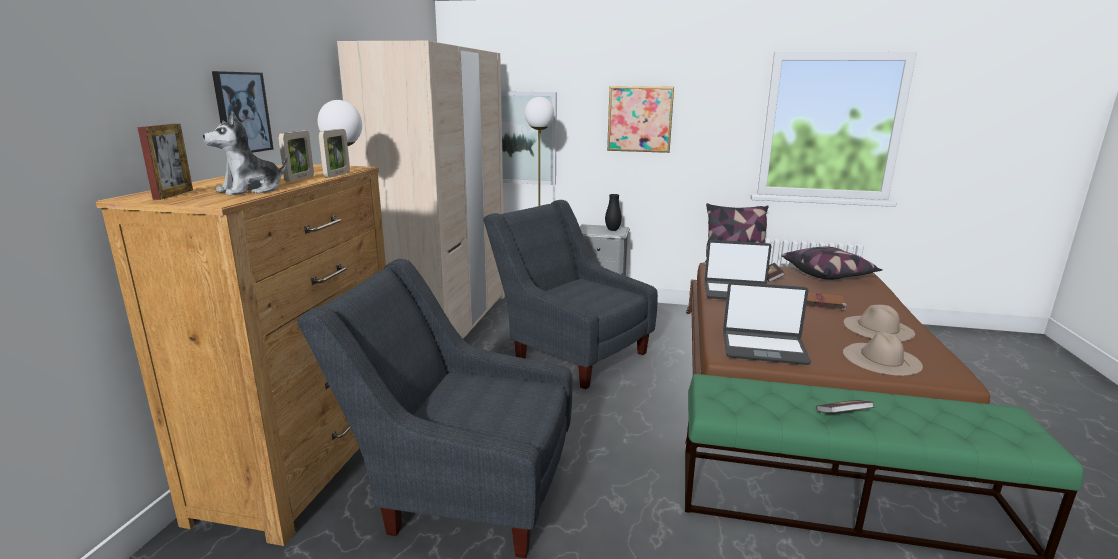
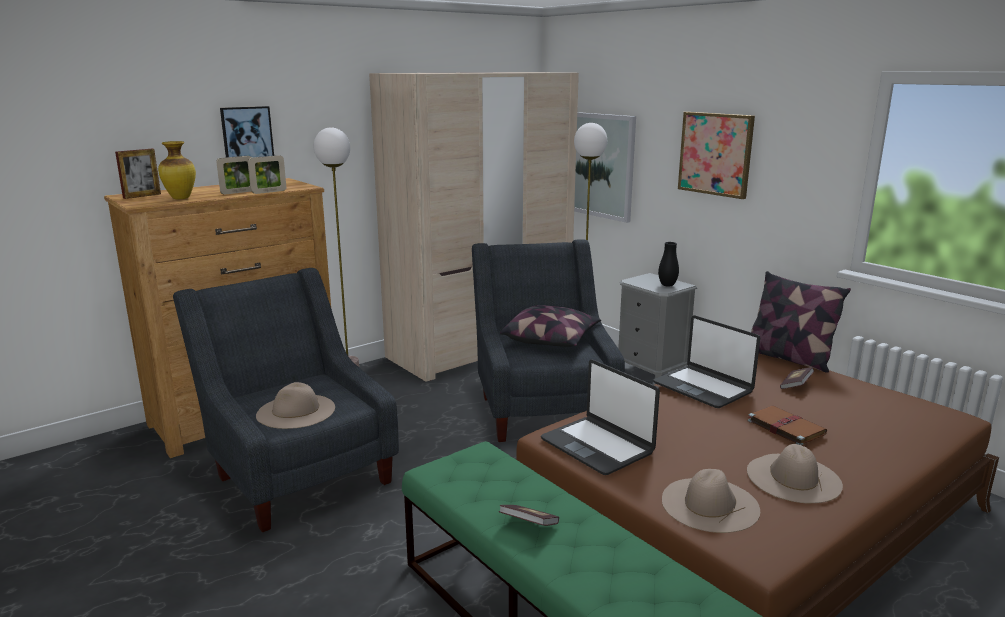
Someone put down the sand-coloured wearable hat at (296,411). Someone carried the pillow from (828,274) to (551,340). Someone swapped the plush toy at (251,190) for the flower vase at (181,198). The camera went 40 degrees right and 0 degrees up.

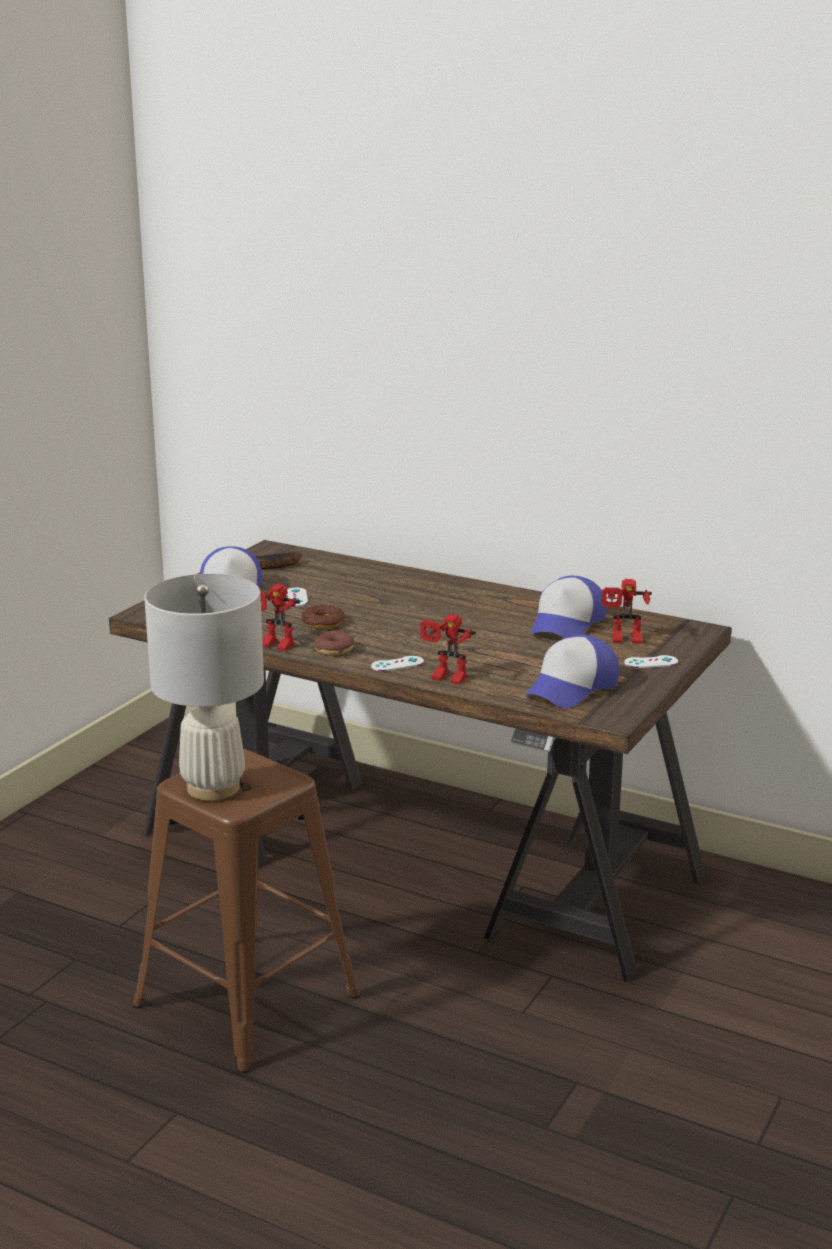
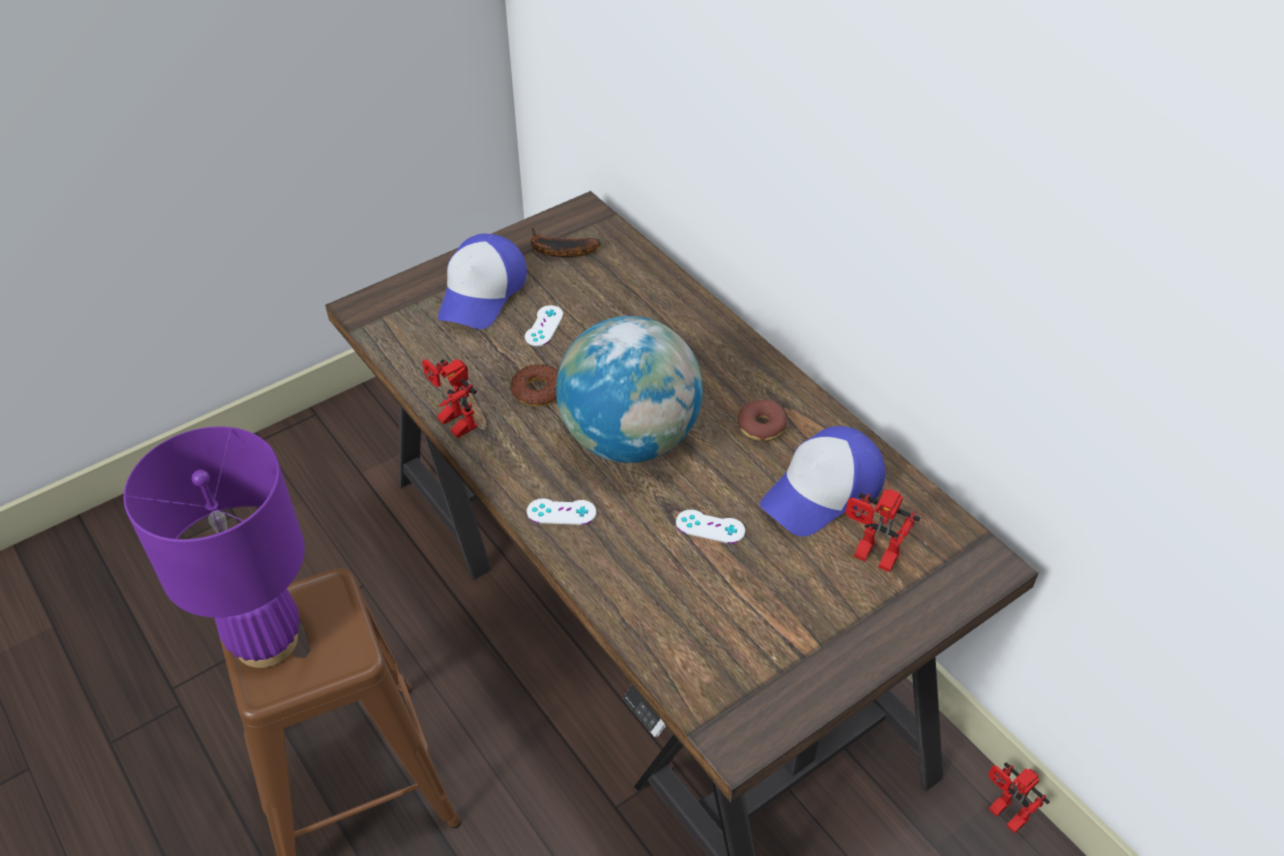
Someone took away the baseball cap at (572,688). Someone put down the world globe at (630,439). Someone carried the doughnut from (334,650) to (761,426). Someone carried the model robot from (445,679) to (1003,815). Someone carried the white-coloured gamepad from (651,662) to (710,527). Someone repainted the white-coloured table lamp at (212,788), which became the purple table lamp at (266,641). The camera went 25 degrees right and 25 degrees up.

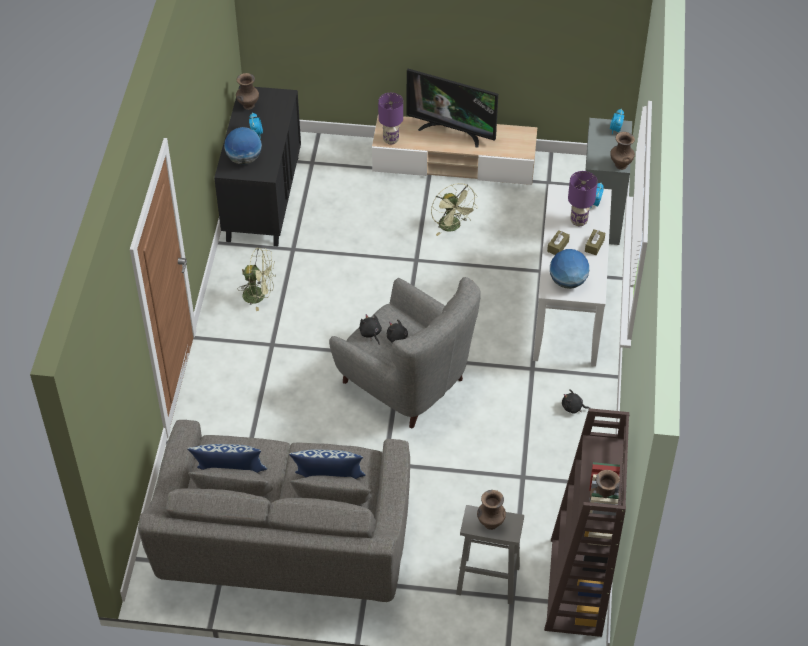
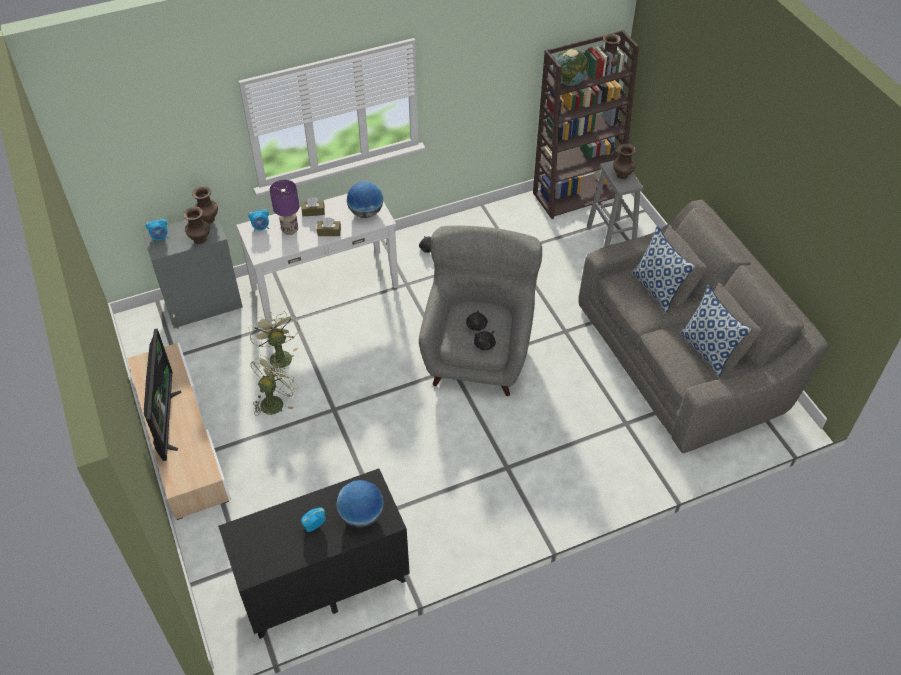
Someone took away the purple table lamp at (391,140). Someone put down the world globe at (569,82). Someone carried the brown flower vase from (248,106) to (200,240). Someone carried the green-coloured electric fan from (259,295) to (278,356). The camera went 120 degrees left and 0 degrees up.

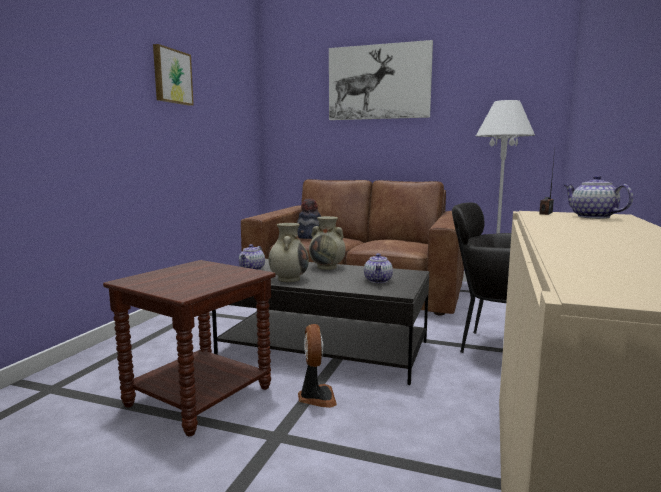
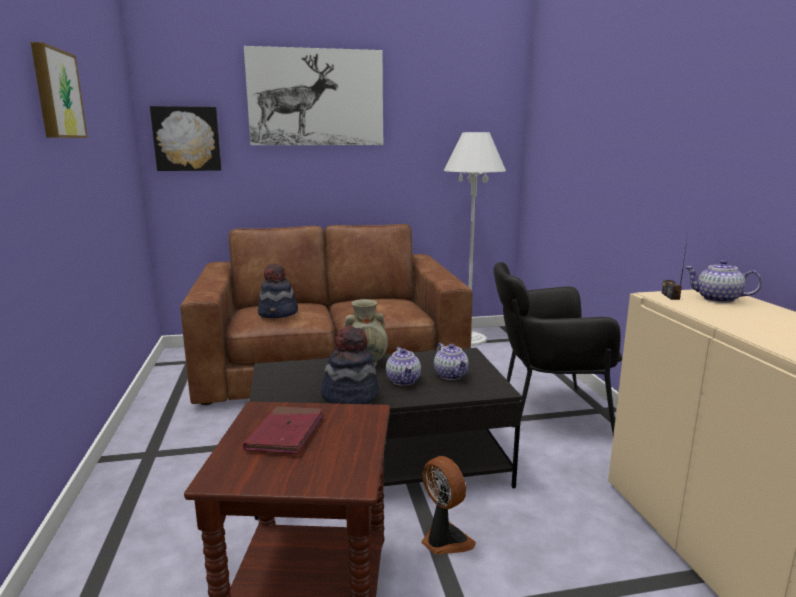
Someone put up the picture at (187,139). Someone put down the reddish bound book at (286,433). Someone carried the teapot from (252,269) to (404,381). Someone swapped the sand-coloured flower vase at (289,279) for the wearable hat at (350,396). The camera went 30 degrees left and 5 degrees up.

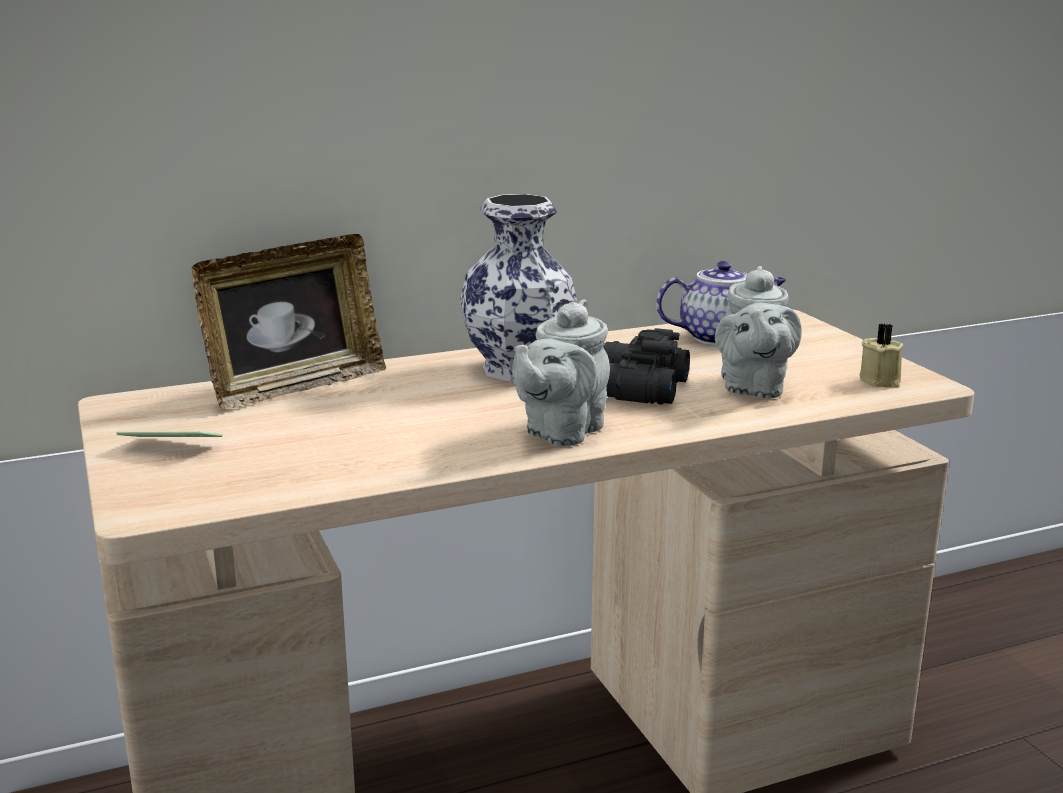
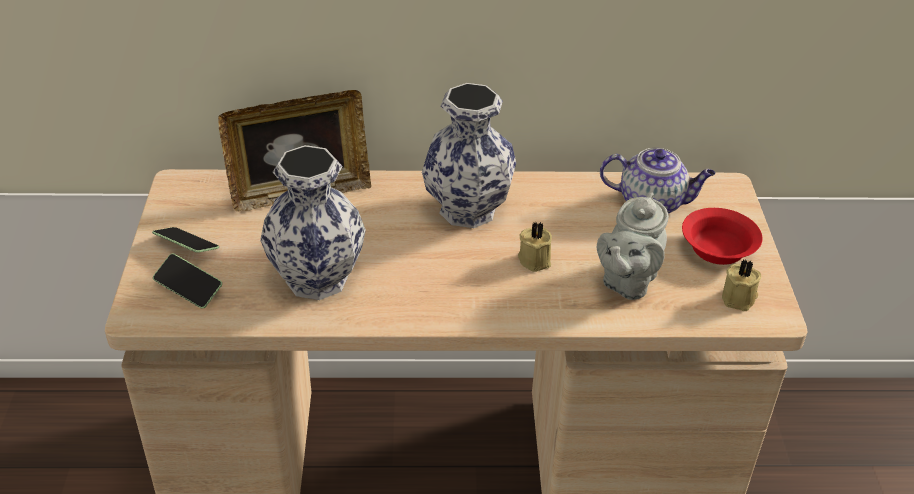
Someone took away the gray teapot at (560,432). Someone put down the telephone at (188,288). Someone put down the flower vase at (315,279). Someone put down the reddish serving bowl at (719,250). Someone swapped the black-coloured binoculars at (633,389) for the sand-coloured candle at (535,259). The camera went 20 degrees right and 20 degrees up.

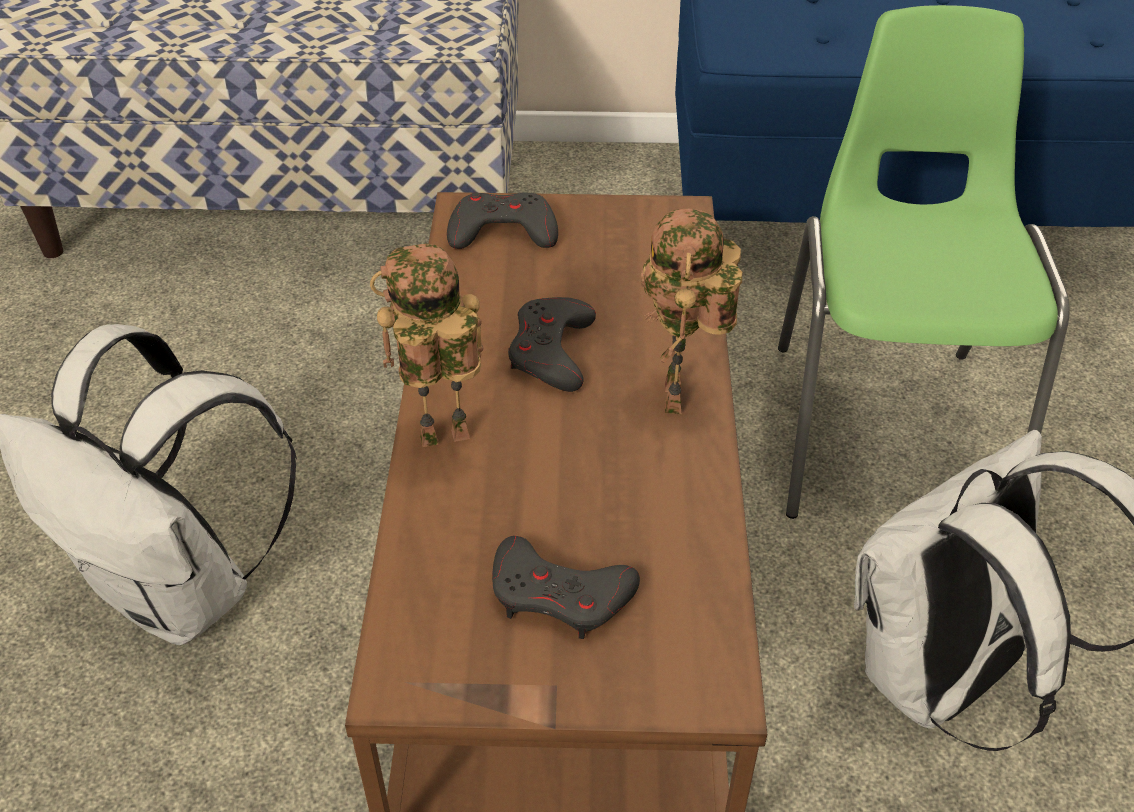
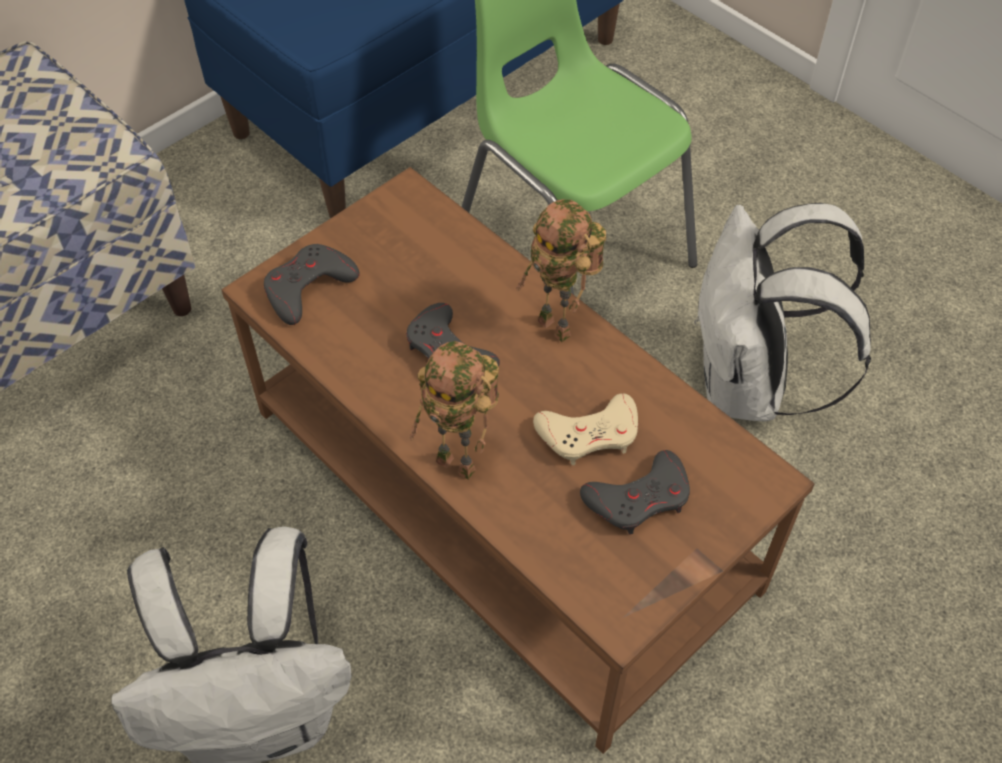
Someone put down the sand-coloured gamepad at (589,434). Someone rotated the model robot at (442,442) by 90 degrees counterclockwise. The camera went 45 degrees left and 10 degrees up.

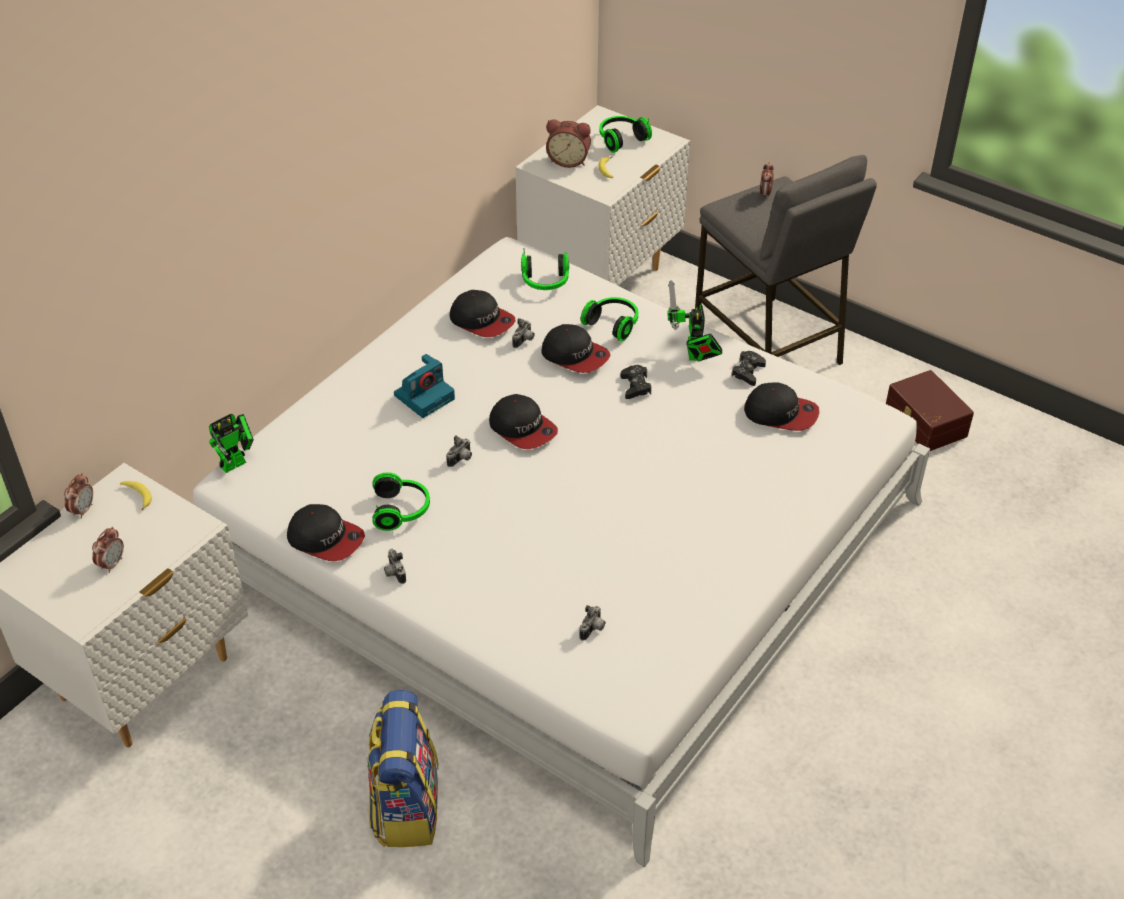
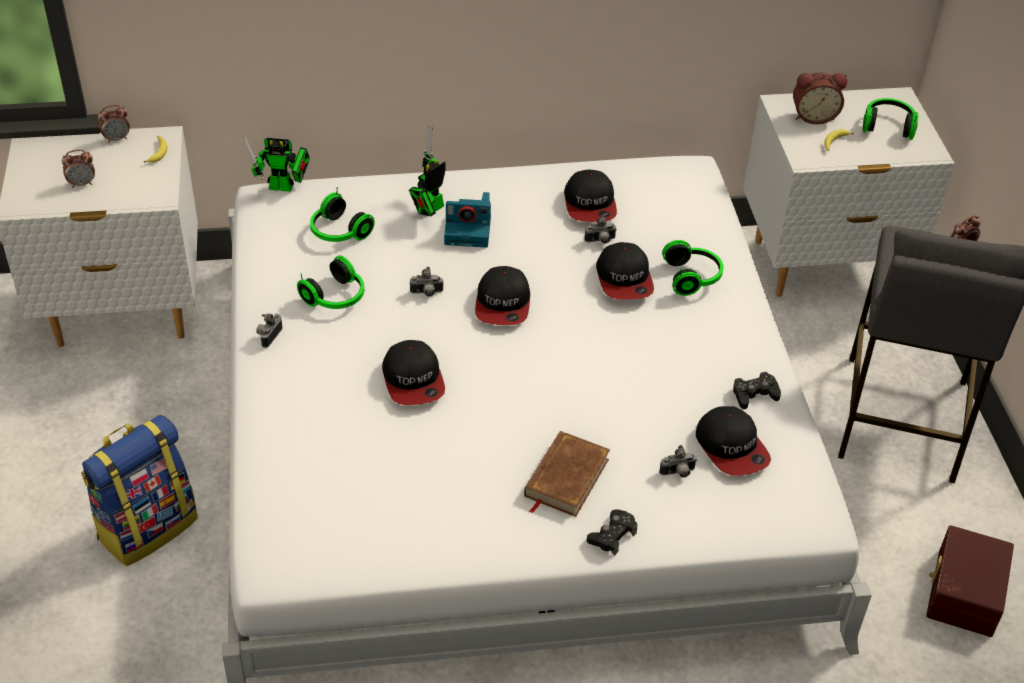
Someone put down the brown bound book at (566,478). Someone carried the baseball cap from (326,539) to (413,380). Someone carried the pair of headphones from (545,283) to (338,233). Someone carried the photo camera from (593,630) to (678,473). Someone carried the black-coloured gamepad from (635,386) to (612,536). Someone carried the model robot from (694,356) to (429,210). Someone rotated the alarm clock at (568,160) by 60 degrees counterclockwise. The camera went 45 degrees right and 0 degrees up.

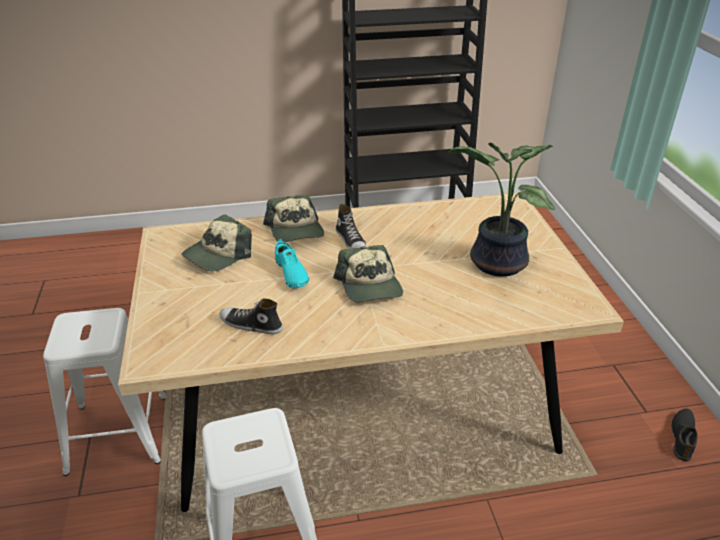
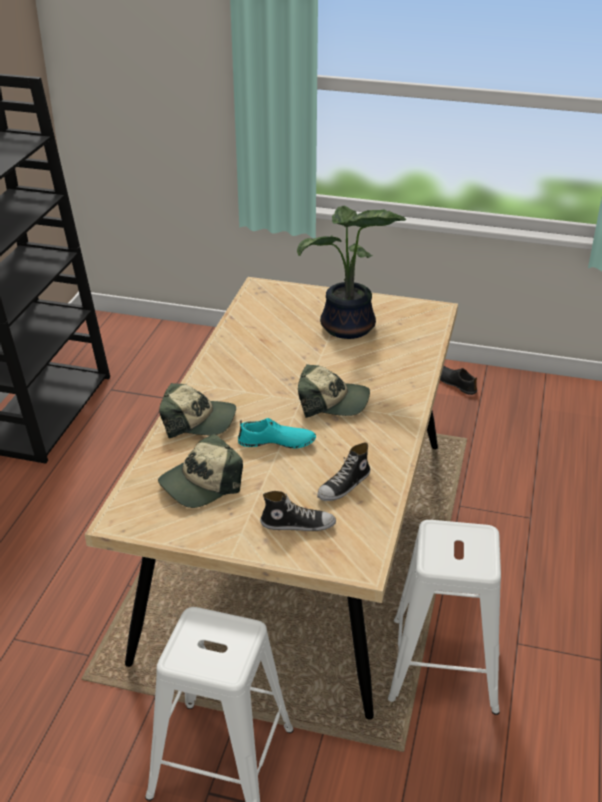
Someone carried the item of footwear from (351,241) to (298,524). Someone rotated the baseball cap at (218,254) by 75 degrees clockwise. The camera went 65 degrees left and 0 degrees up.

